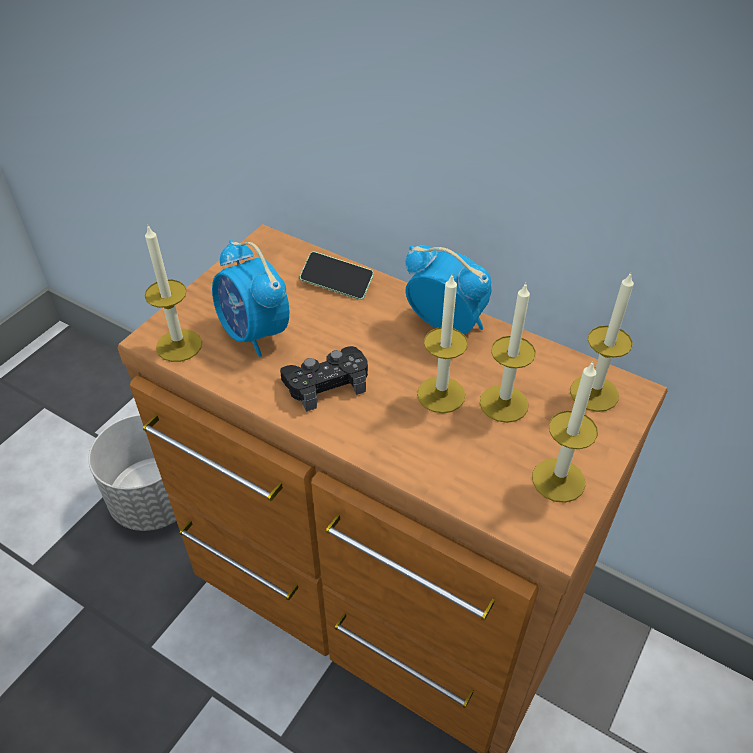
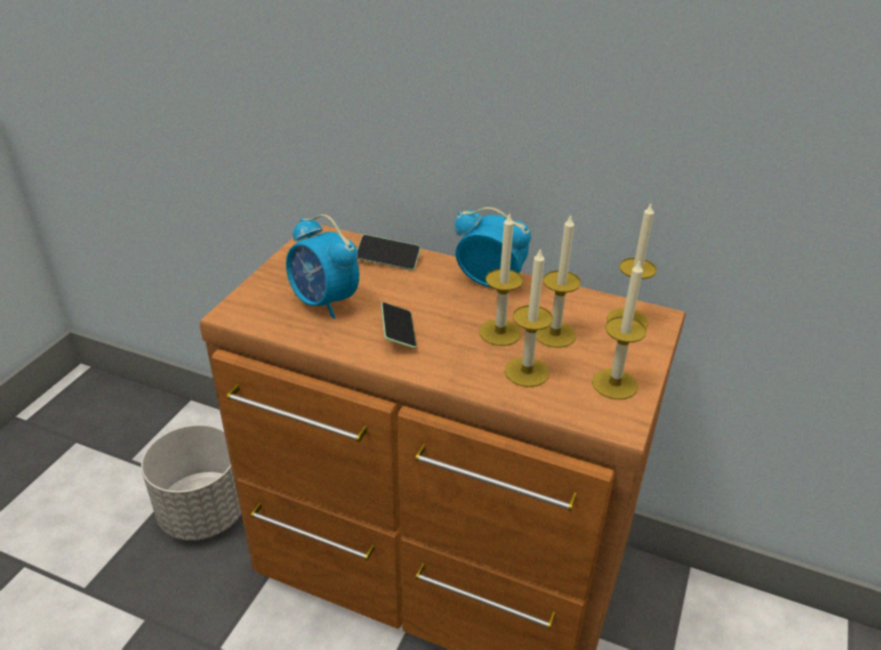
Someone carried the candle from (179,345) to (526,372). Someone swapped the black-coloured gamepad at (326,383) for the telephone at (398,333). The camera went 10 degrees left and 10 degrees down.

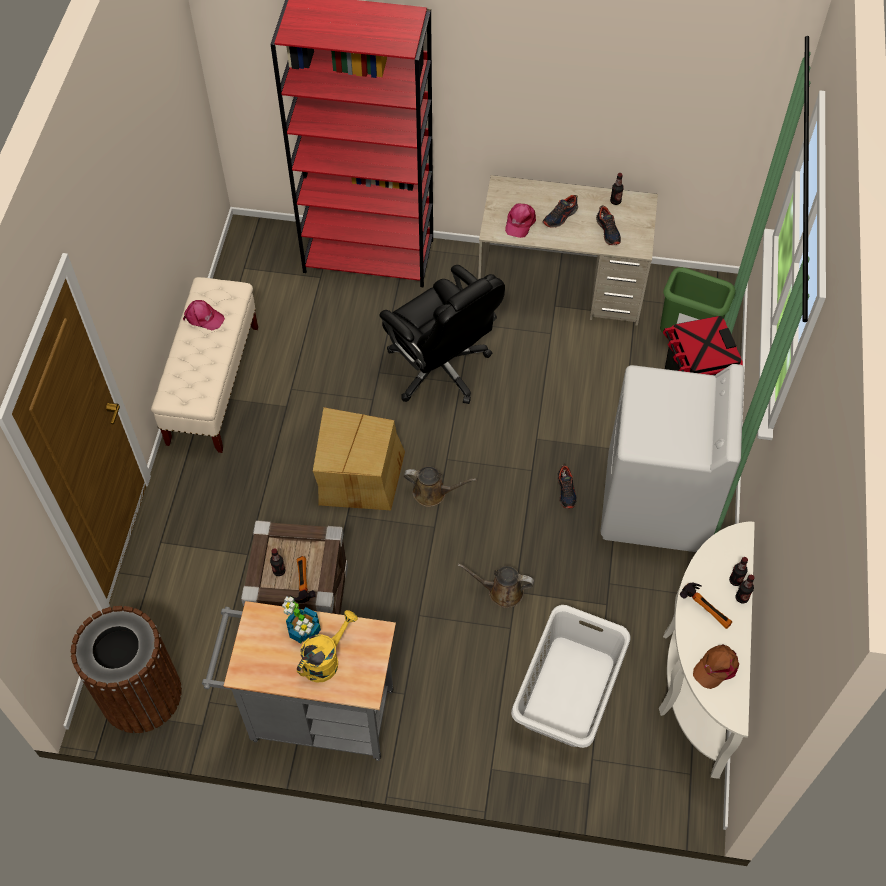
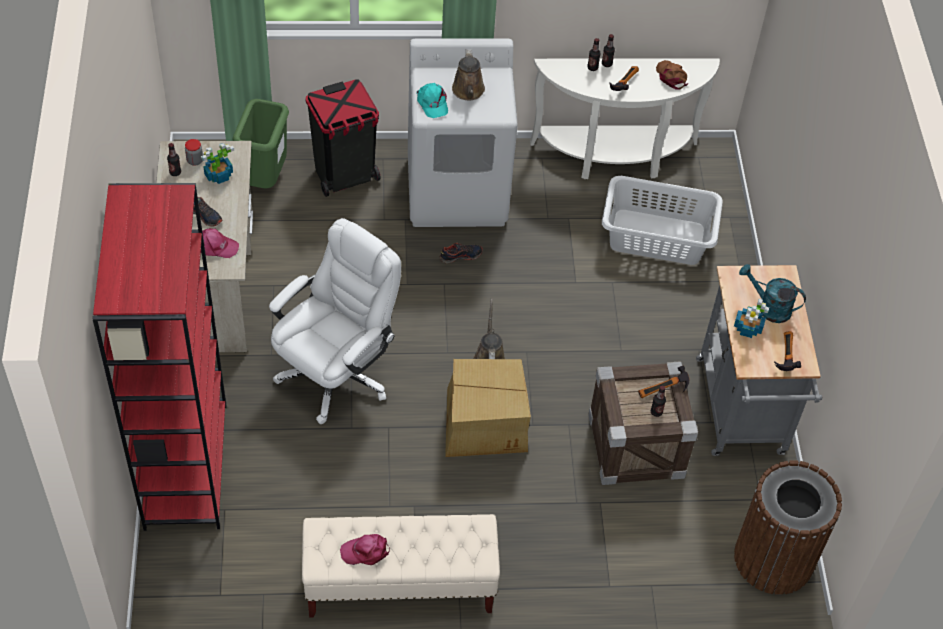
Someone put down the preserve jar at (195,161). Someone put down the blue-green baseball cap at (432,103). Someone put down the hammer at (783,356). Someone carried the brown watering pot from (501,591) to (468,91). Someone swapped the item of footwear at (608,231) for the potted plant at (218,175). Someone repainted the yellowish watering pot at (326,659), which became the blue-green watering pot at (769,307). Someone repainted the black-coloured desk chair at (440,368), which became the white-coloured desk chair at (336,373). Someone rotated the pink-coloured baseball cap at (203,318) by 105 degrees counterclockwise. Someone rotated the brown baseball cap at (716,667) by 150 degrees counterclockwise. The camera went 105 degrees left and 5 degrees down.

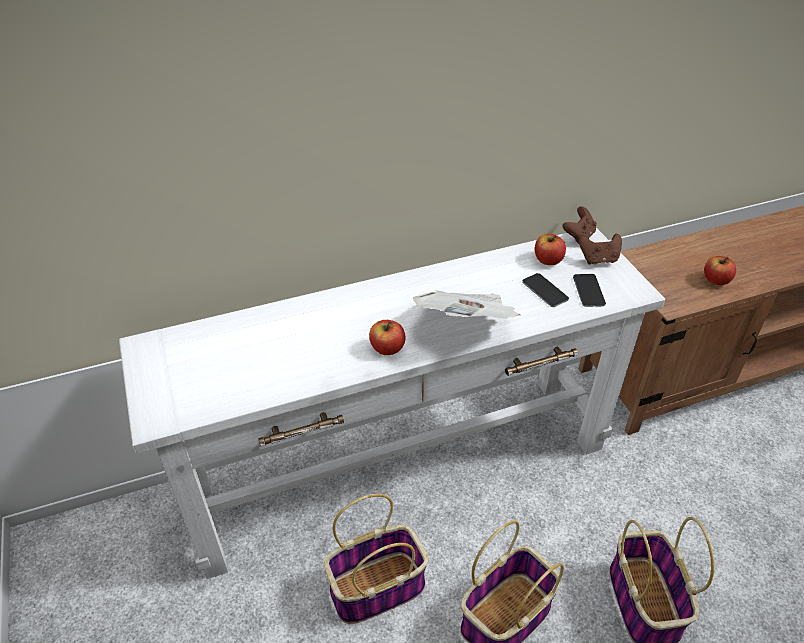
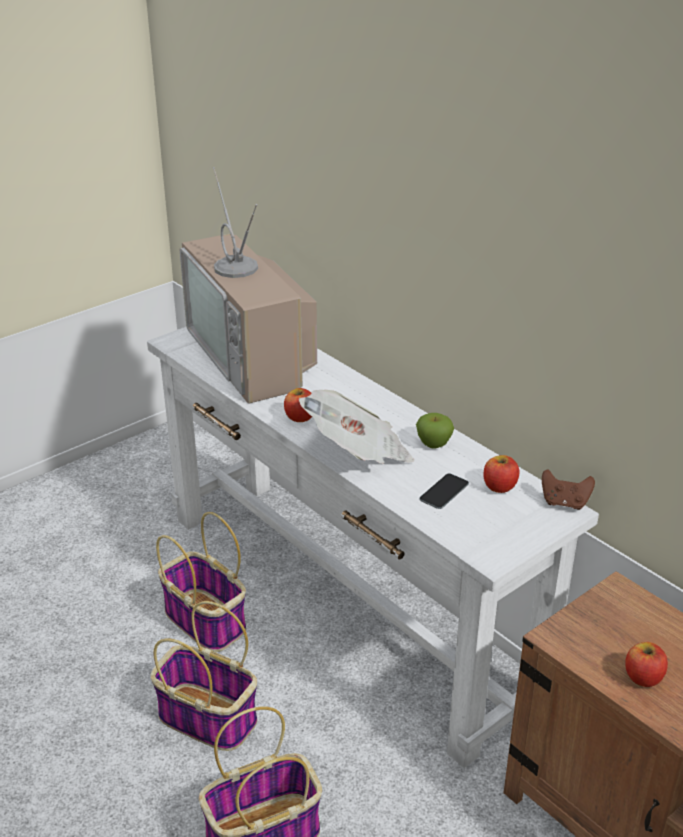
Someone took away the telephone at (588,290). Someone took away the brown gamepad at (598,259). Someone put down the TV at (253,357). Someone put down the whole apple at (433,444). The camera went 70 degrees right and 10 degrees down.

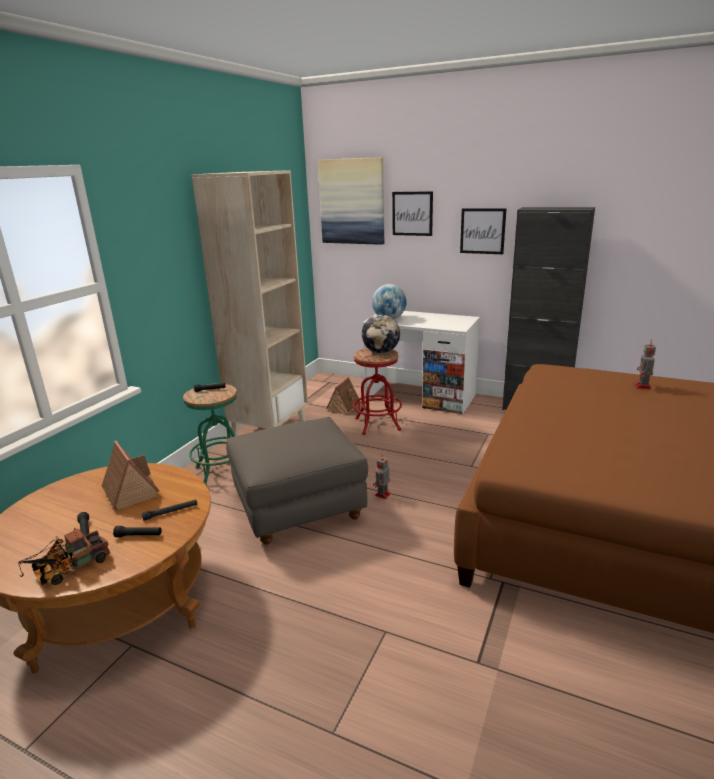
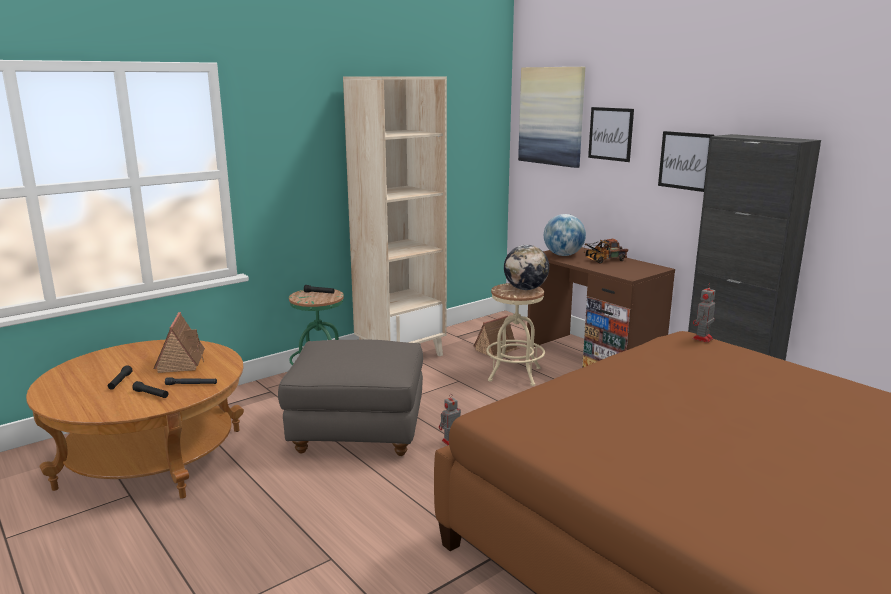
Someone carried the model truck from (69,569) to (603,260). Someone carried the model robot from (643,387) to (702,339). Someone repainted the reddish sitting stool at (377,424), which became the sand-coloured sitting stool at (514,374). Someone repainted the white-coloured desk unit at (420,397), which became the brown desk unit at (593,358). The camera went 25 degrees right and 5 degrees down.

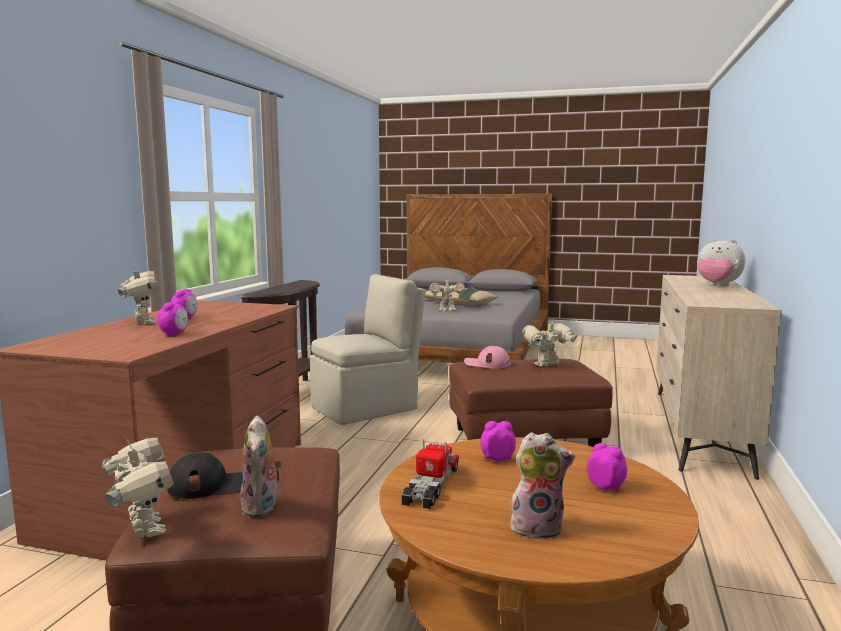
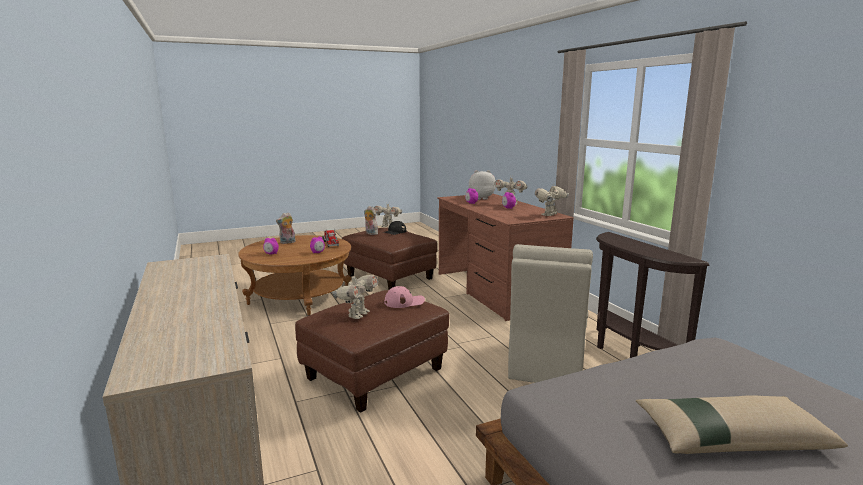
Someone carried the model robot from (447,310) to (550,215). Someone carried the plush toy from (717,286) to (481,198). The camera went 140 degrees right and 5 degrees up.

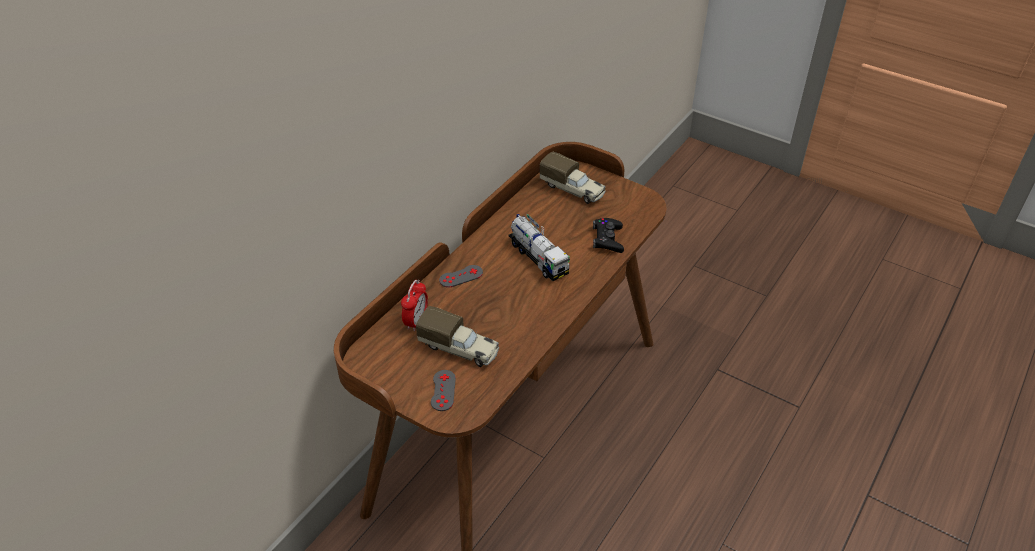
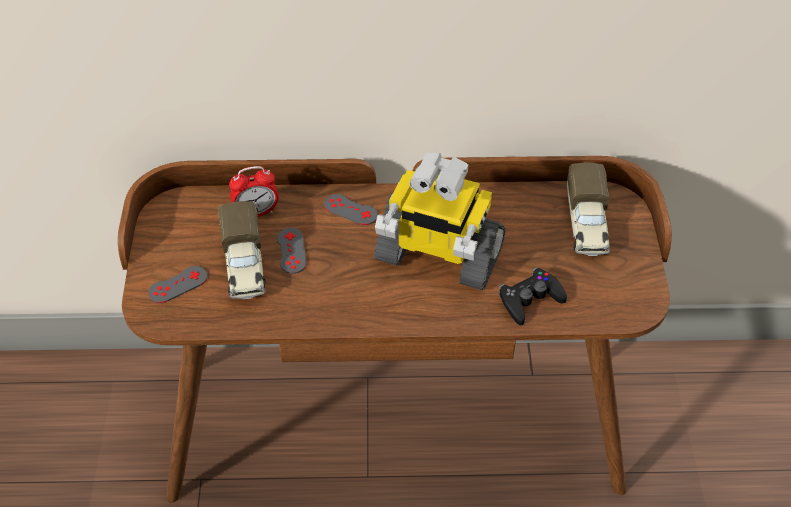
Someone put down the gray gamepad at (291,251). Someone swapped the model truck at (538,258) for the model robot at (437,256). The camera went 55 degrees right and 5 degrees up.

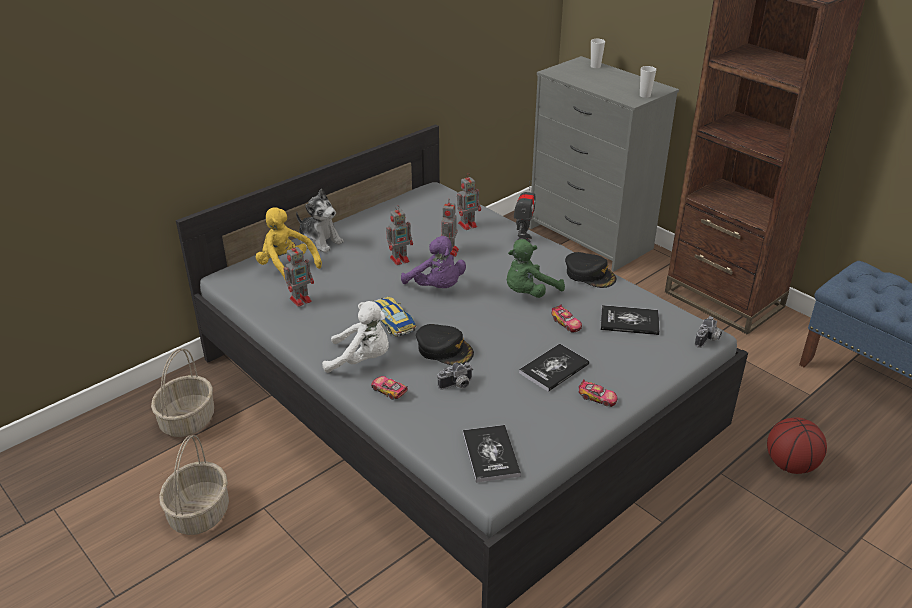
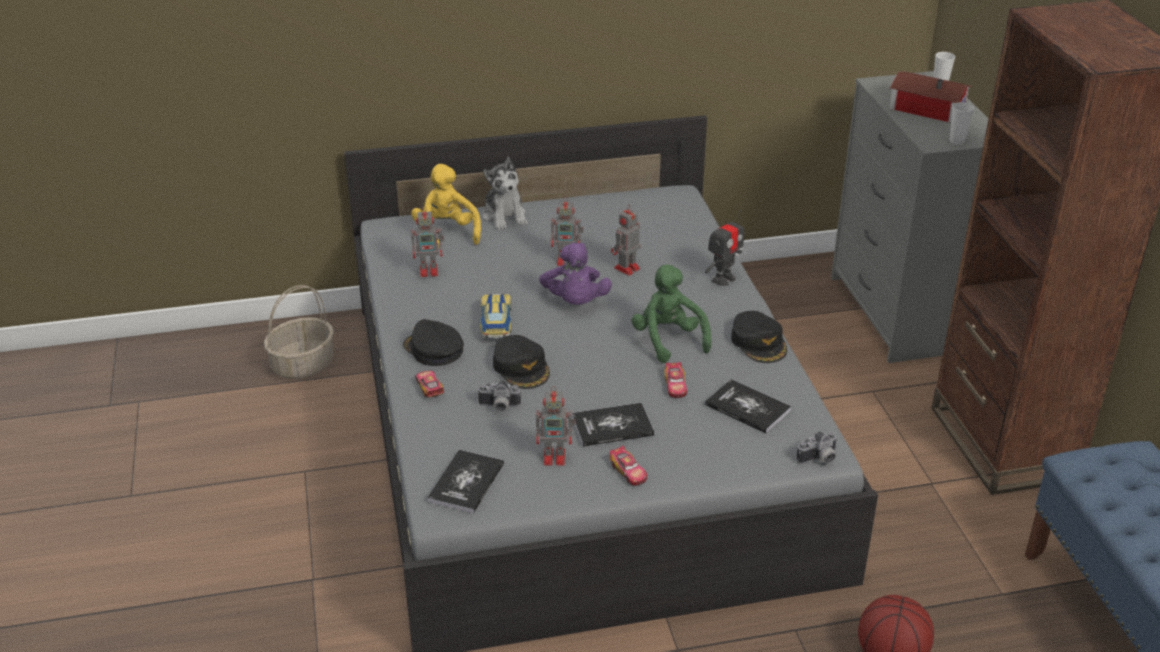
Someone took away the basket at (199,512). Someone put down the toy house at (925,107). Someone carried the model robot from (468,224) to (556,457). Someone swapped the white-coloured plush toy at (362,359) for the black-coloured baseball cap at (433,349). Someone rotated the green-coloured plush toy at (529,293) by 75 degrees clockwise. The camera went 30 degrees right and 0 degrees up.

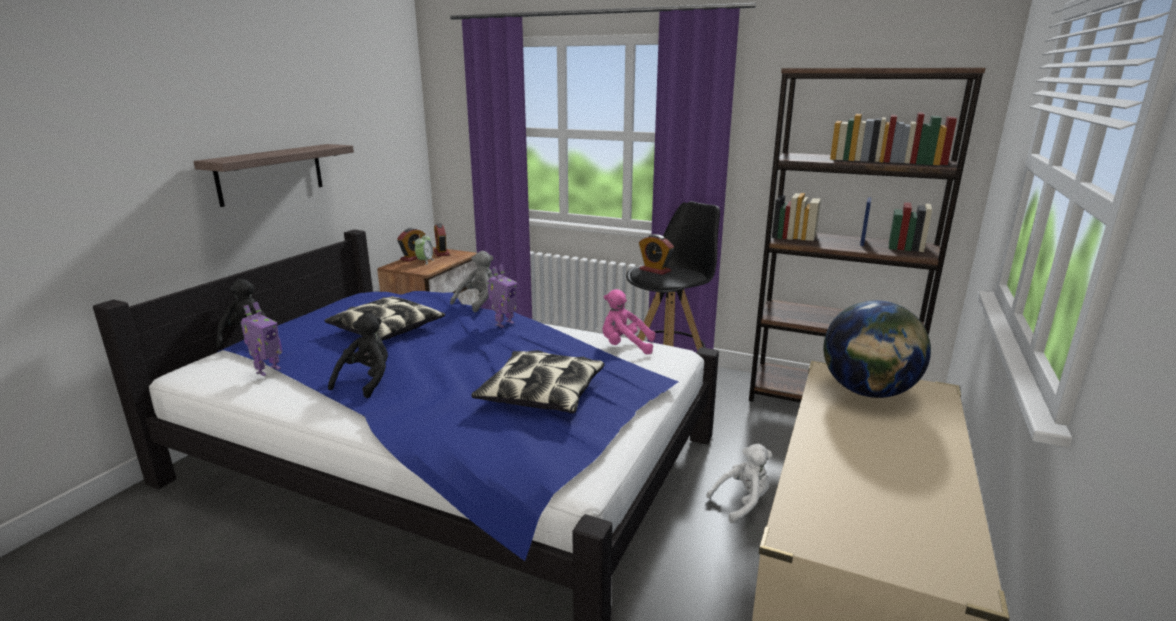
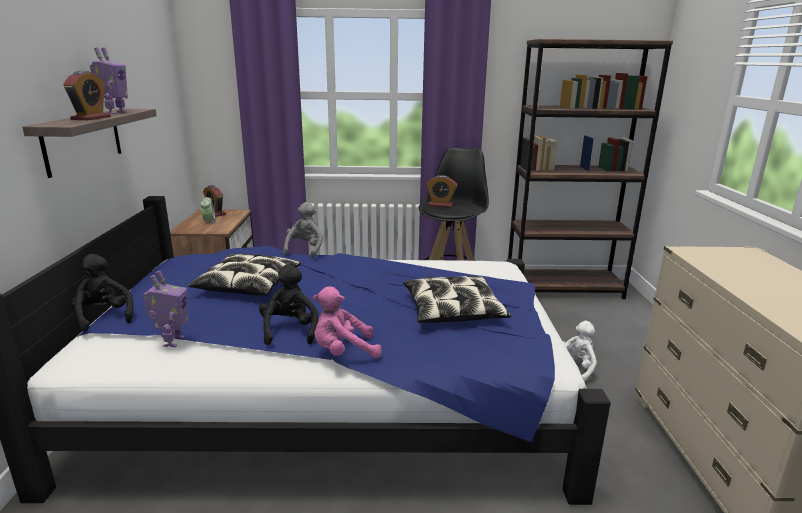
Someone took away the world globe at (868,392). Someone carried the alarm clock from (413,258) to (91,118). Someone carried the model robot from (503,323) to (115,113). Someone carried the pink-coloured plush toy from (625,347) to (343,352). The camera went 25 degrees left and 0 degrees up.

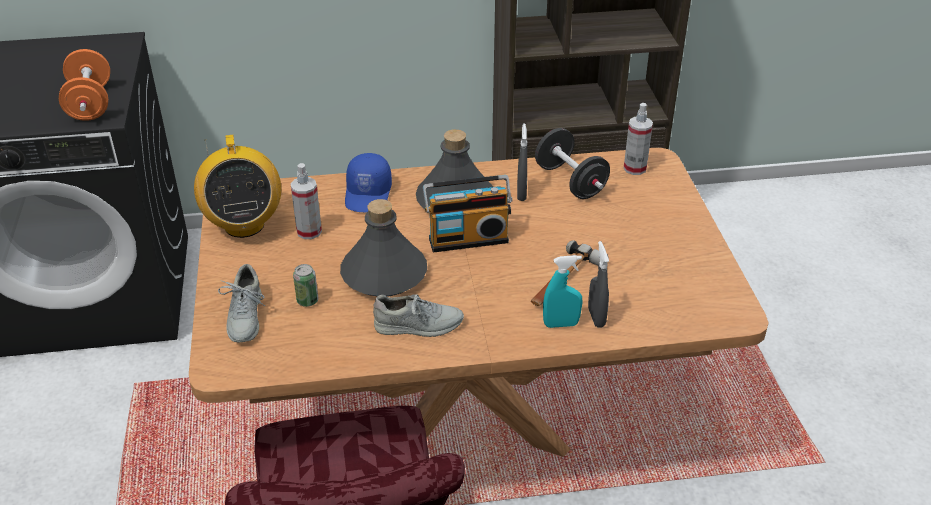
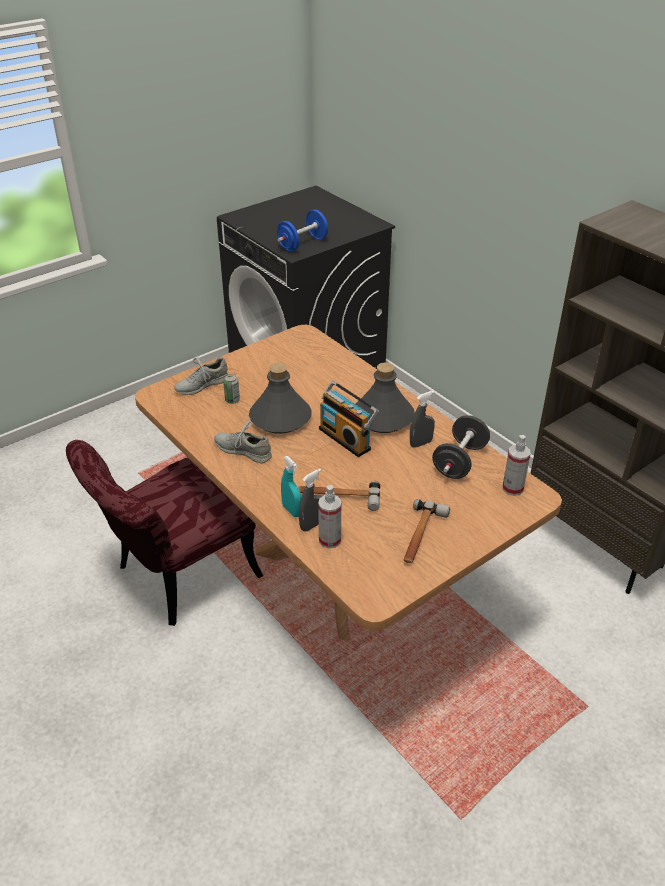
Someone took away the radio set at (244,225). Someone took away the blue-coloured baseball cap at (369,194). Someone put down the hammer at (421,536). Someone carried the hand sprayer from (309,231) to (330,540). Someone repainted the orangey free weight at (90,104), which became the blue-coloured free weight at (303,244). Someone rotated the gray item of footwear at (419,325) by 150 degrees clockwise. The camera went 60 degrees right and 0 degrees up.

